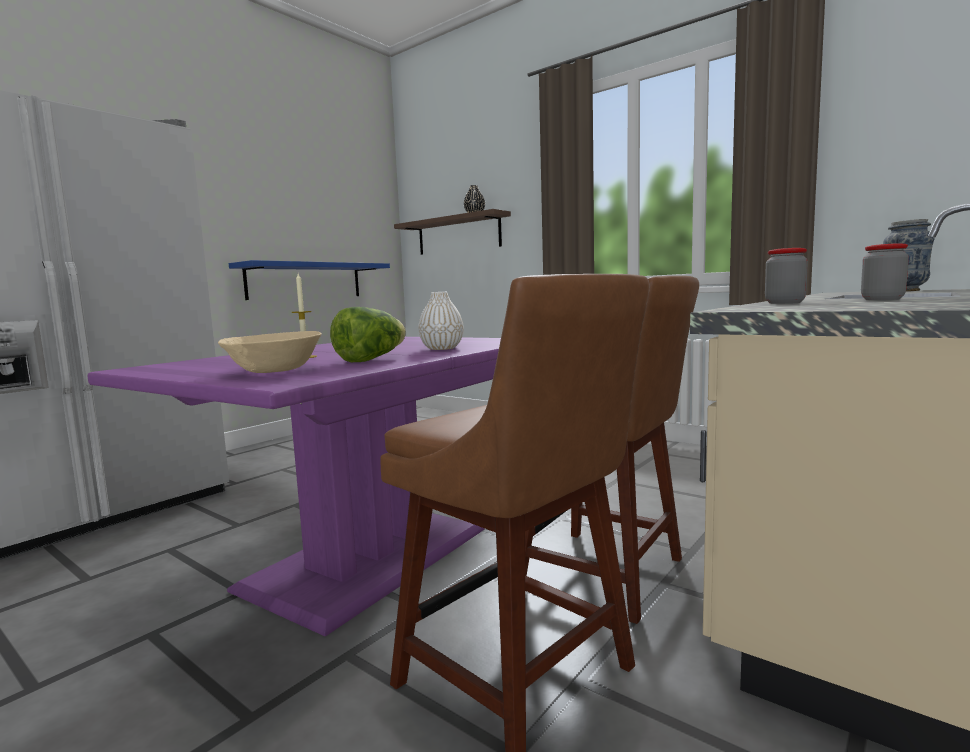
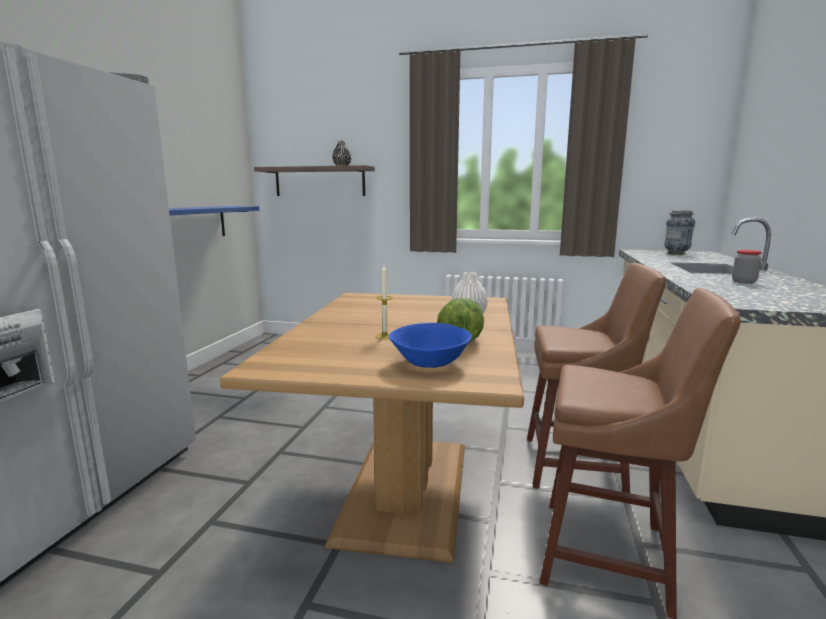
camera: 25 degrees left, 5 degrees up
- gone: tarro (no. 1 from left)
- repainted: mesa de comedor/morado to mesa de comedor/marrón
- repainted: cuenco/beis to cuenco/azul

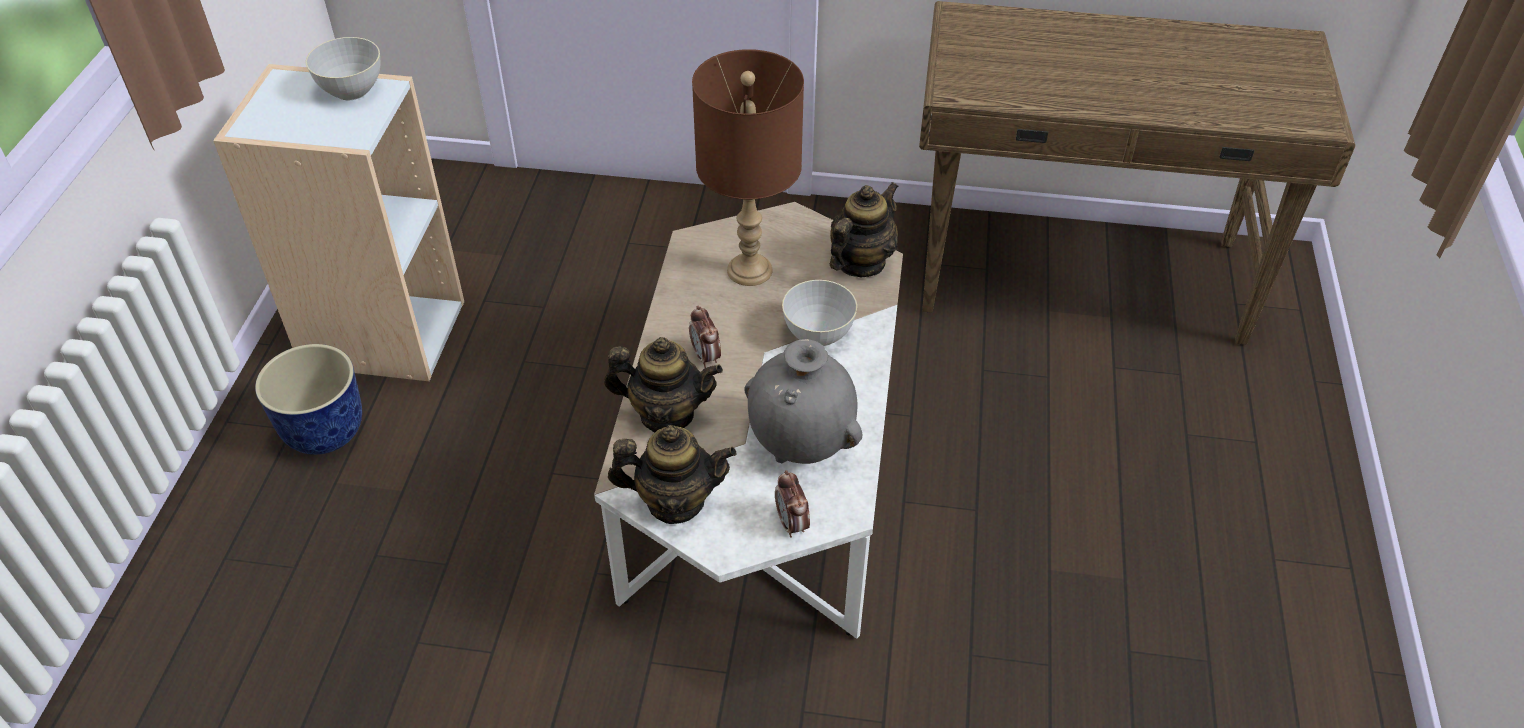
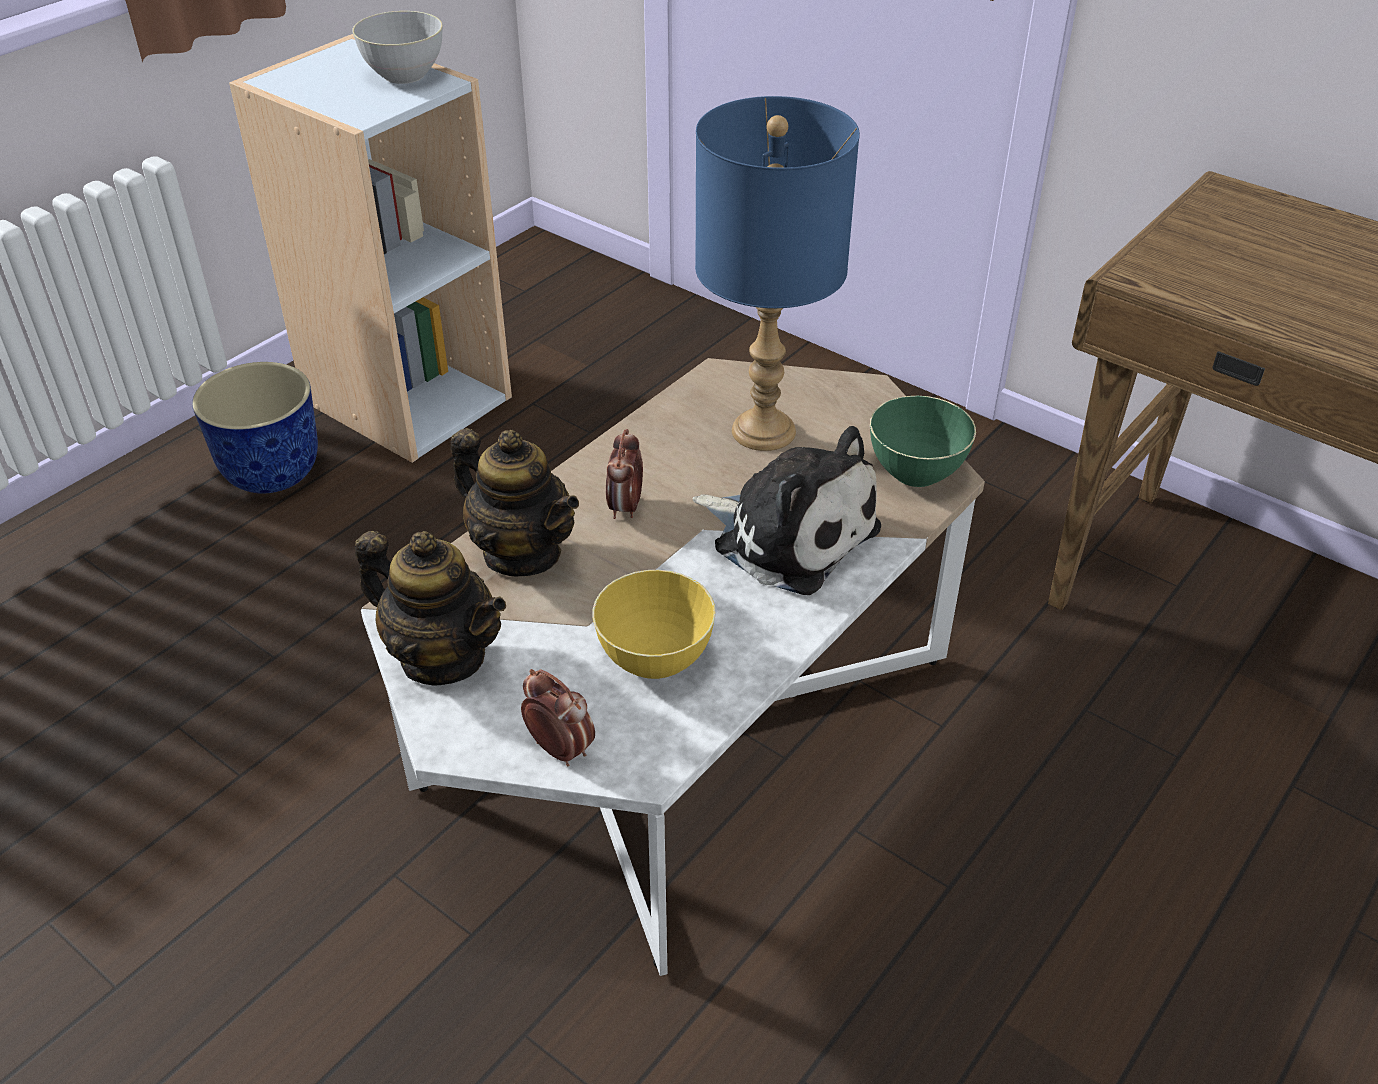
camera: 30 degrees right, 5 degrees down
- swapped: florero/gris to cuenco/amarillo
- swapped: cuenco/gris (no. 2 from left) to peluche
- swapped: tetera (no. 3 from left) to cuenco/verde
- repainted: lámpara de mesa/marrón to lámpara de mesa/azul
- rotated: despertador (no. 2 from left in the first image) 120 degrees clockwise

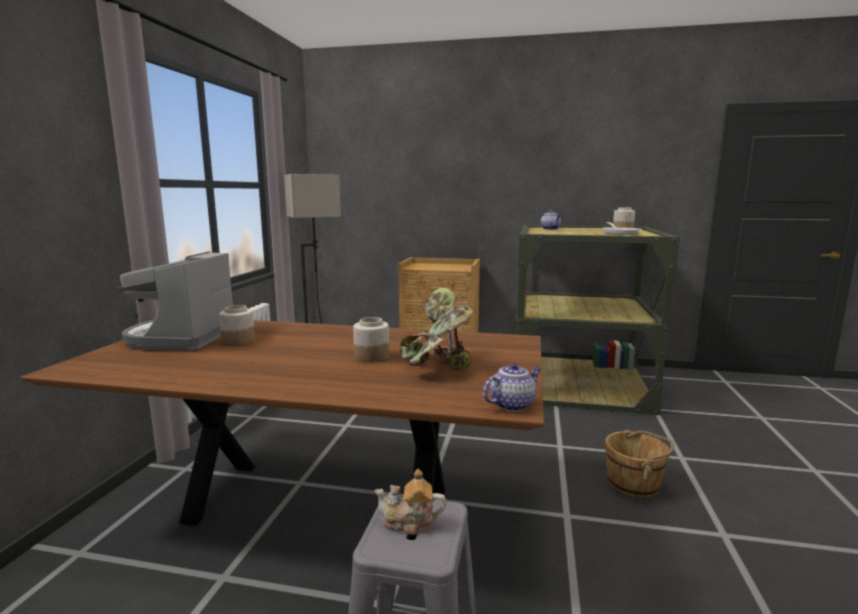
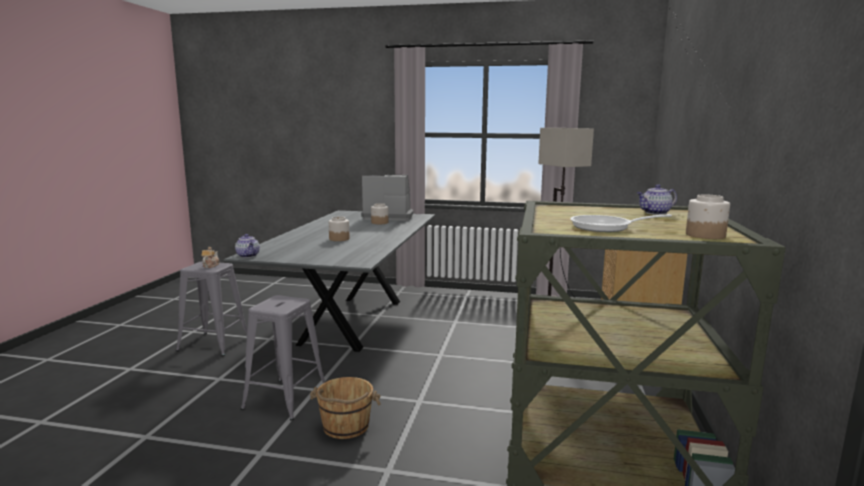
camera: 90 degrees right, 0 degrees up
- gone: planta en maceta
- new: taburete/gris (no. 2 from left)
- repainted: mesa de comedor/marrón to mesa de comedor/gris

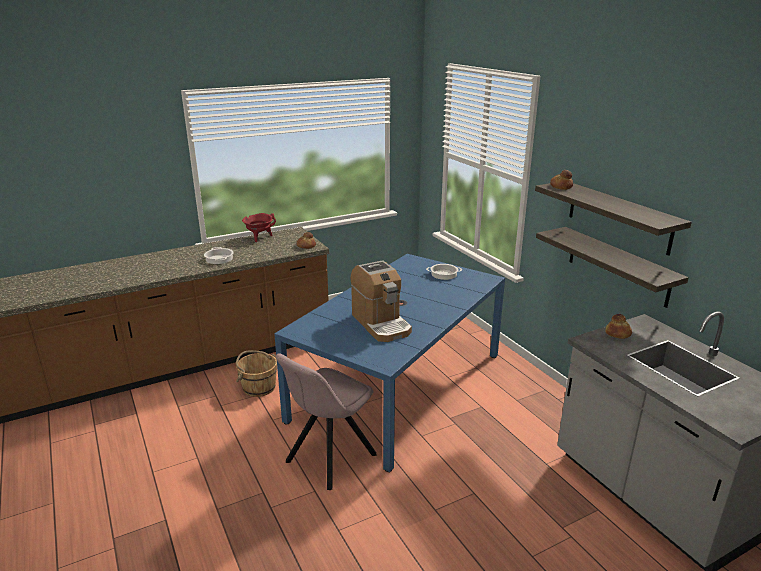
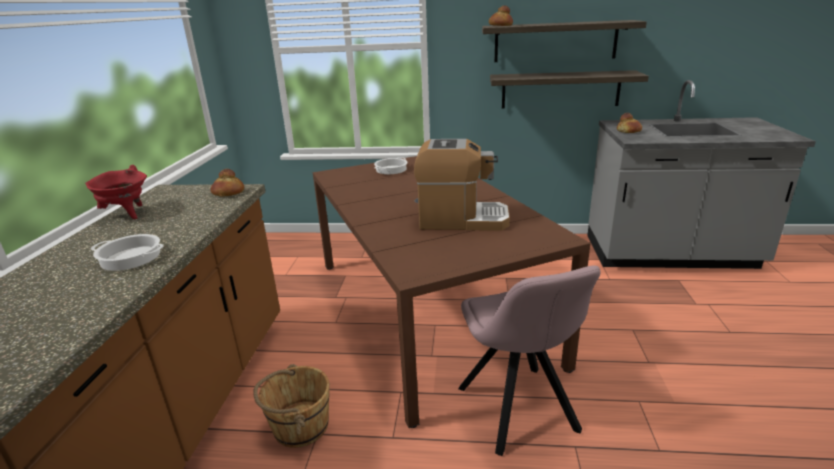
camera: 55 degrees left, 0 degrees up
- repainted: mesa de comedor/azul to mesa de comedor/marrón

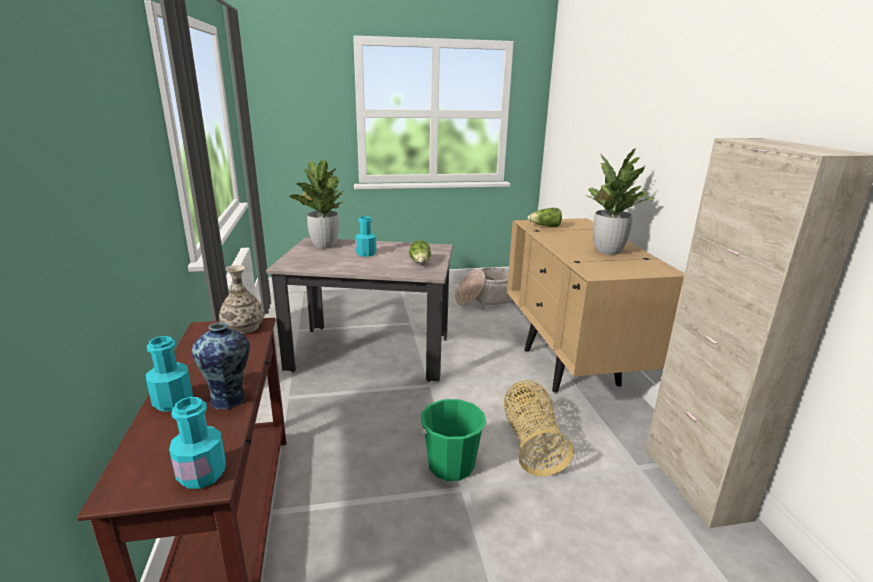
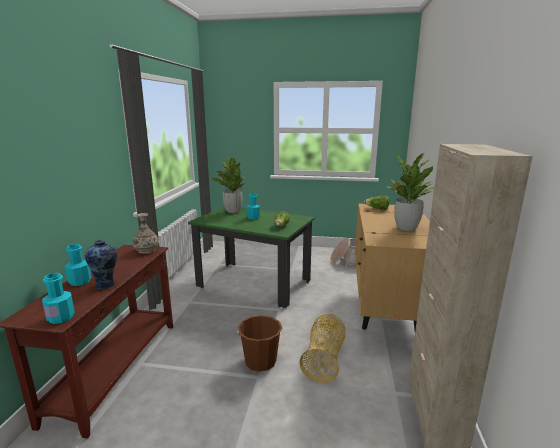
camera: 20 degrees right, 5 degrees down
- repainted: mesa de comedor/beis to mesa de comedor/verde
- repainted: cubo/verde to cubo/marrón

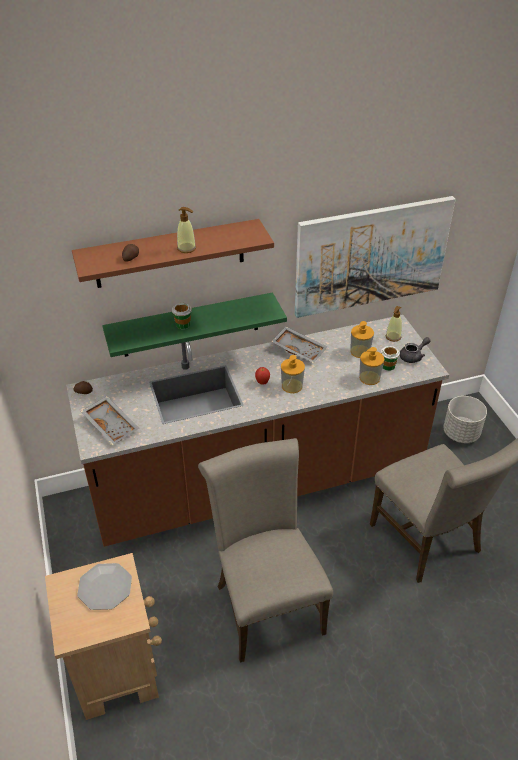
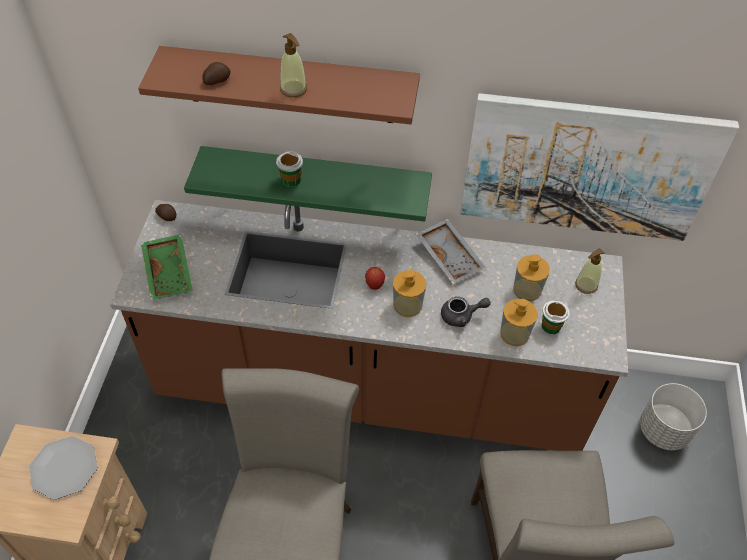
camera: 25 degrees right, 10 degrees up
- shifted: tetera/gris
- repainted: bandeja/gris (no. 1 from left) to bandeja/verde

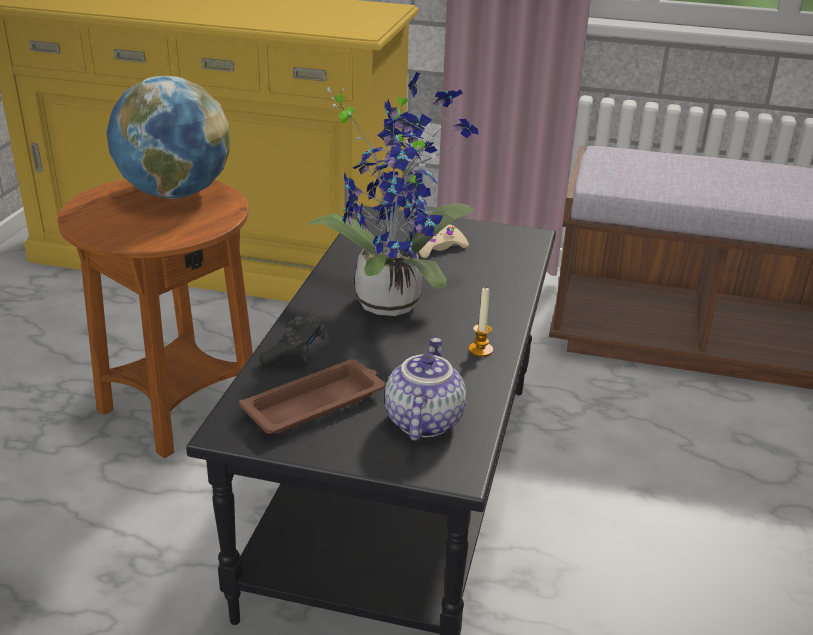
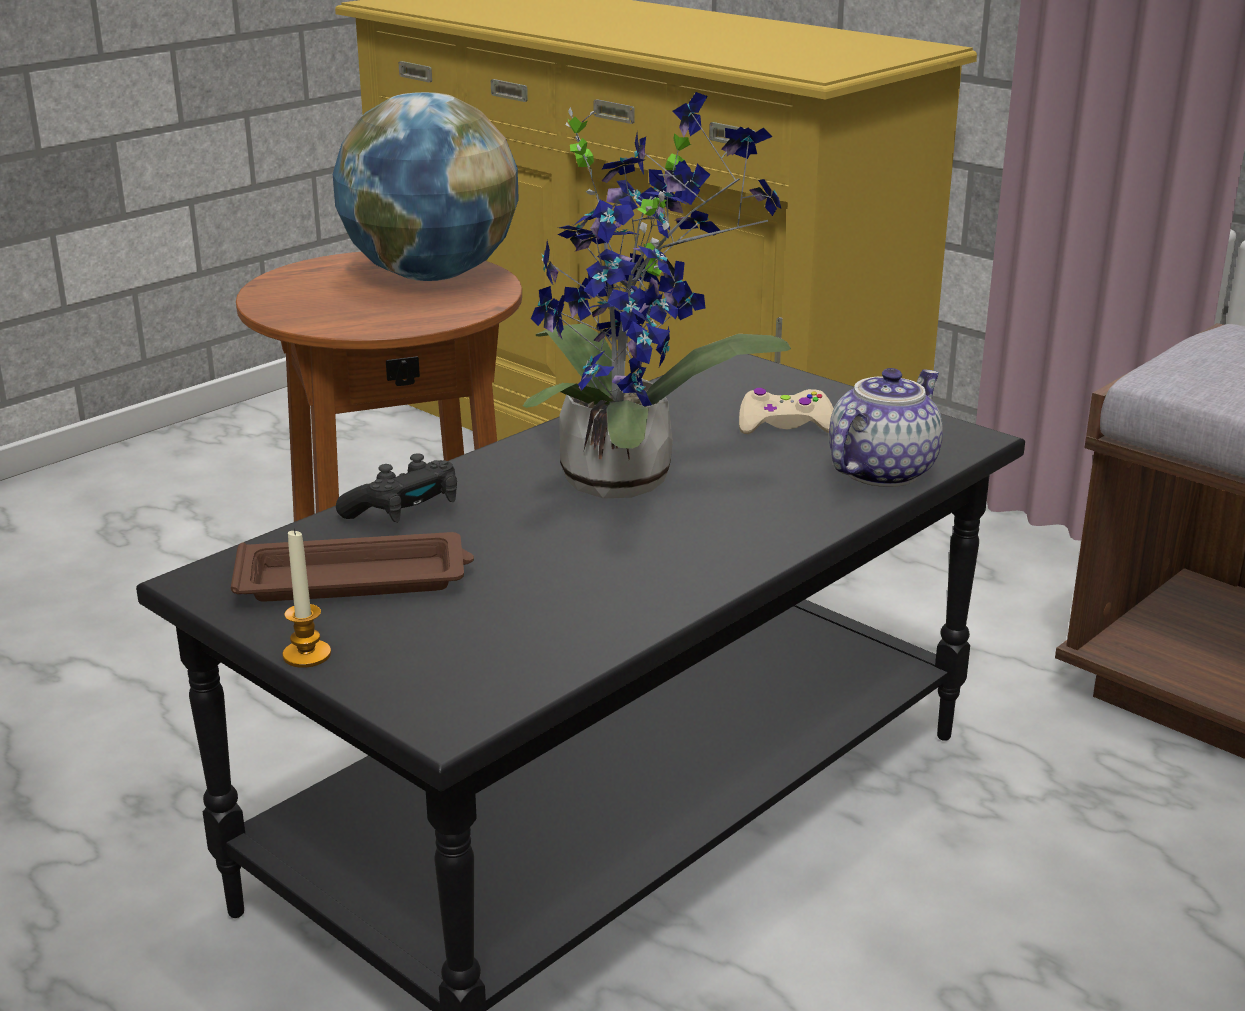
camera: 30 degrees right, 5 degrees down
- shifted: tetera
- shifted: vela

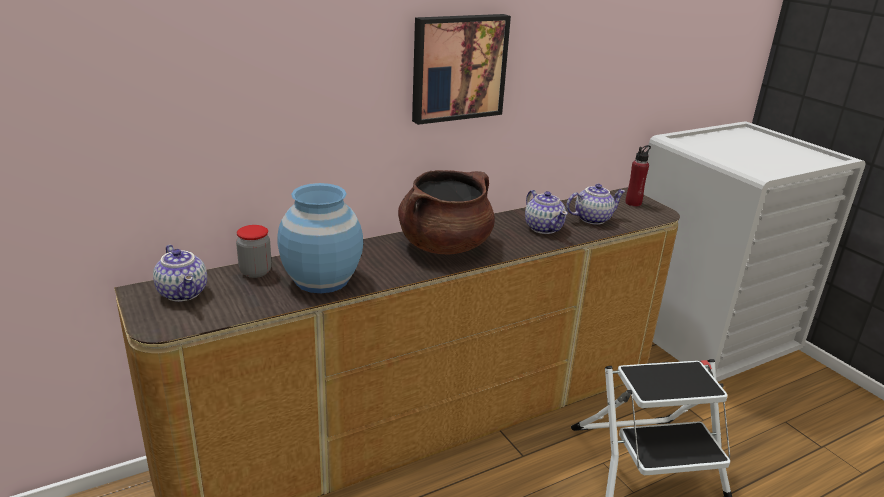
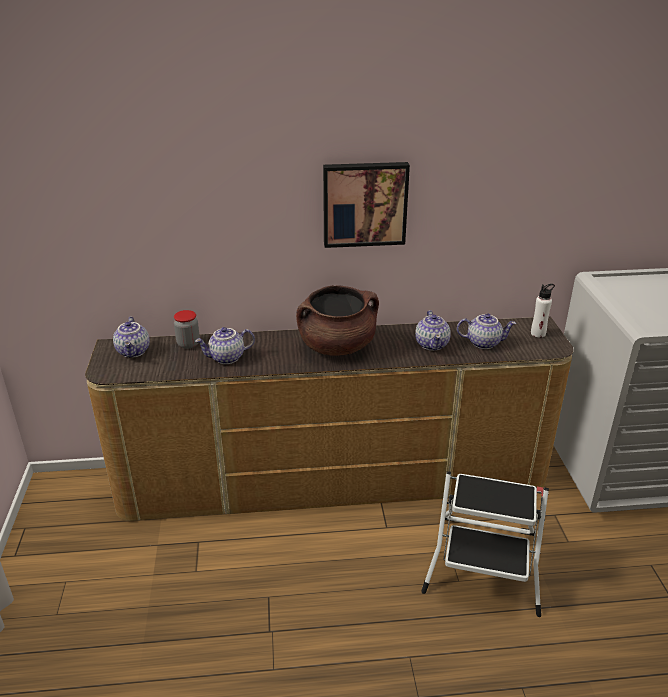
camera: 25 degrees right, 5 degrees up
- swapped: florero/azul to tetera (no. 2 from left)
- repainted: botella/rojo to botella/blanco

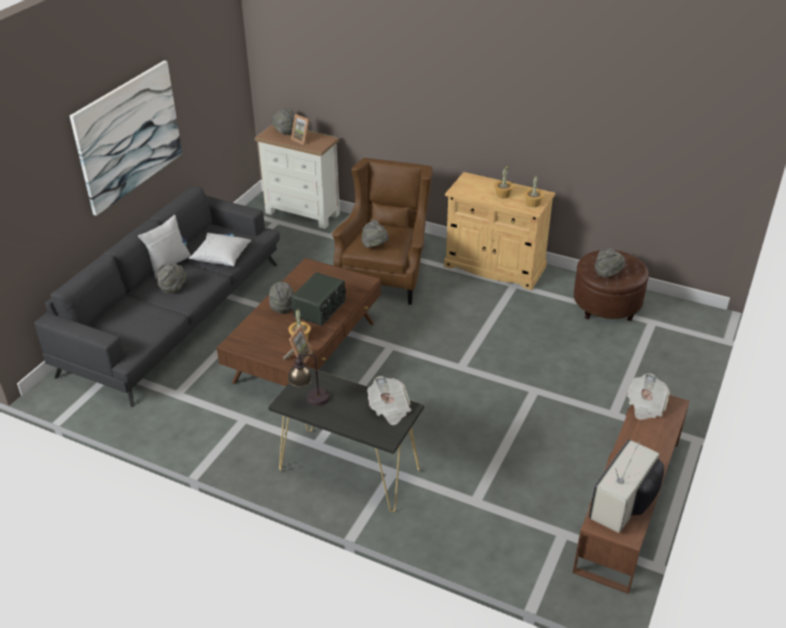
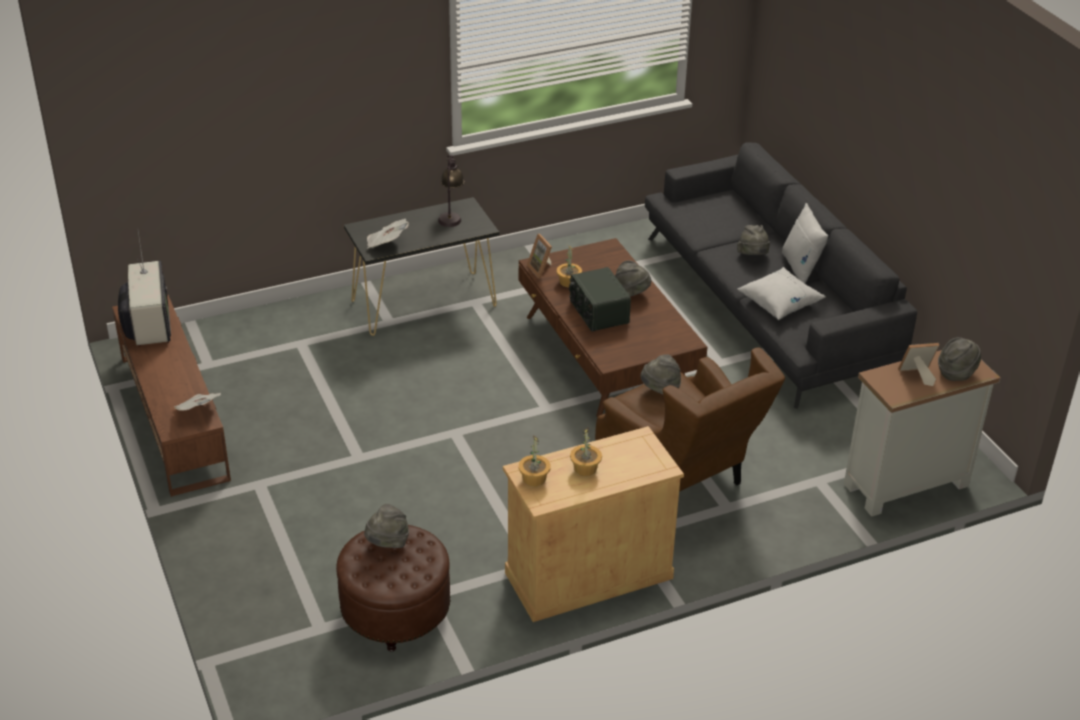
camera: 130 degrees right, 0 degrees up
- gone: cuadro

